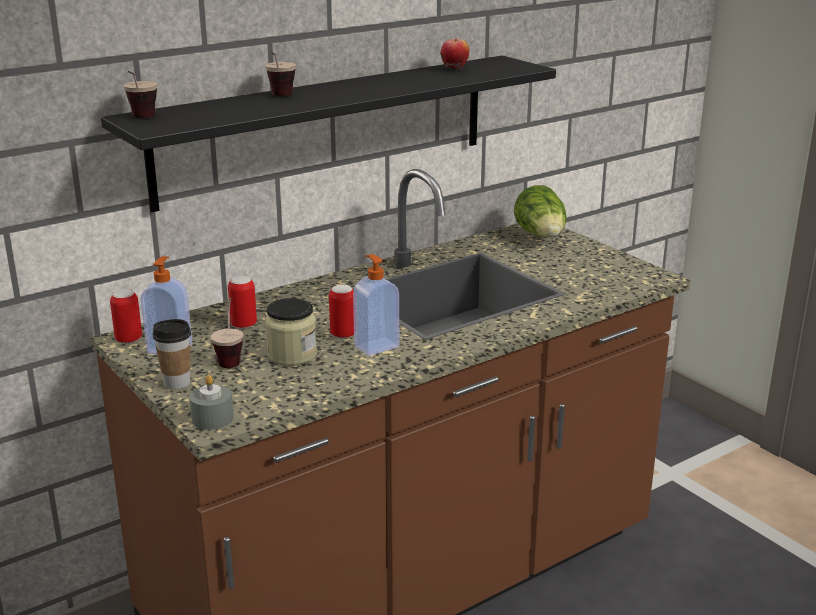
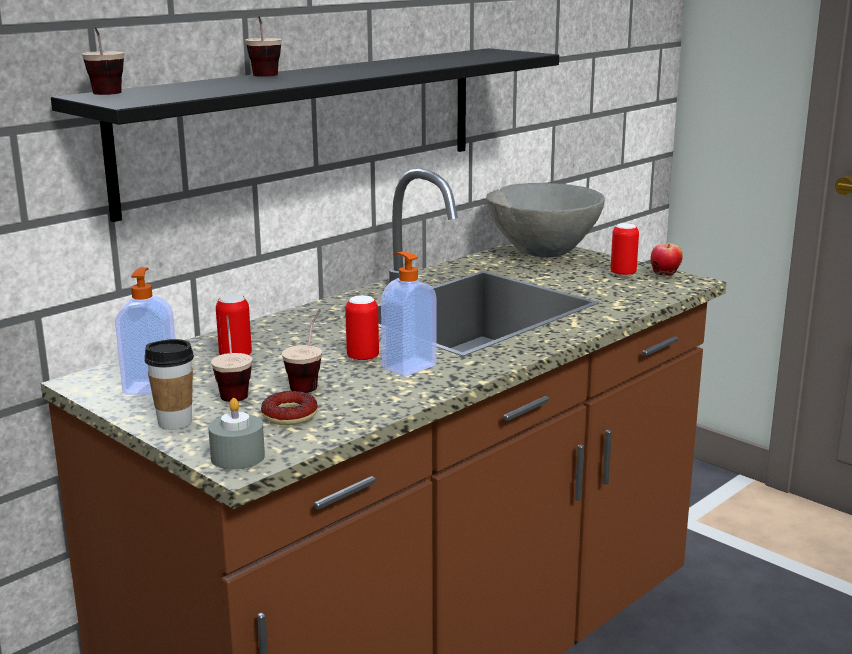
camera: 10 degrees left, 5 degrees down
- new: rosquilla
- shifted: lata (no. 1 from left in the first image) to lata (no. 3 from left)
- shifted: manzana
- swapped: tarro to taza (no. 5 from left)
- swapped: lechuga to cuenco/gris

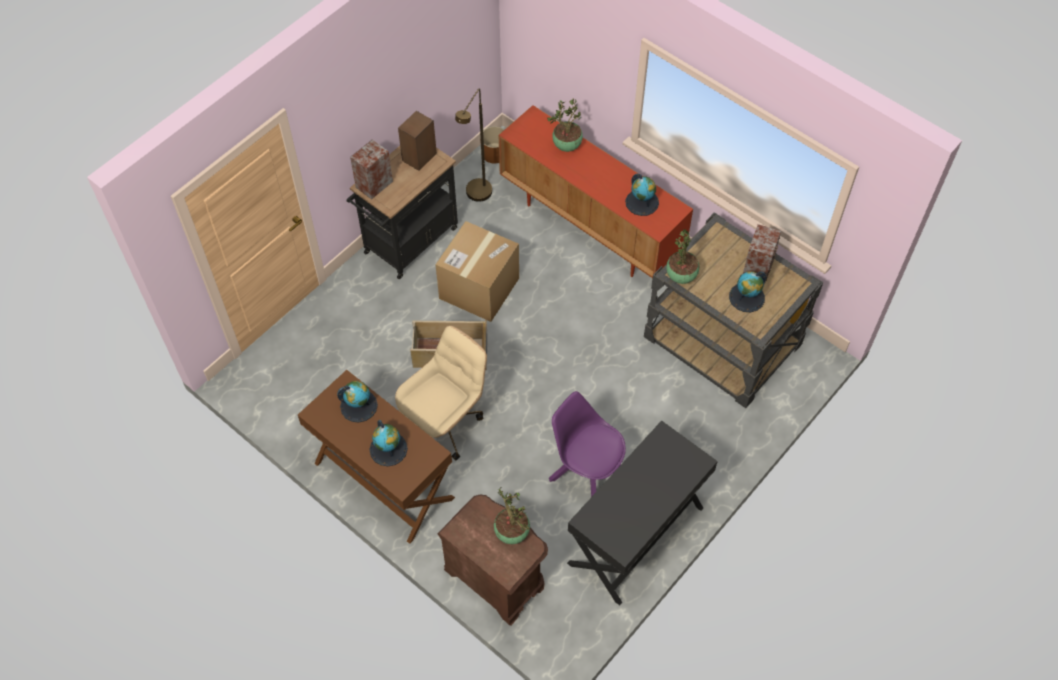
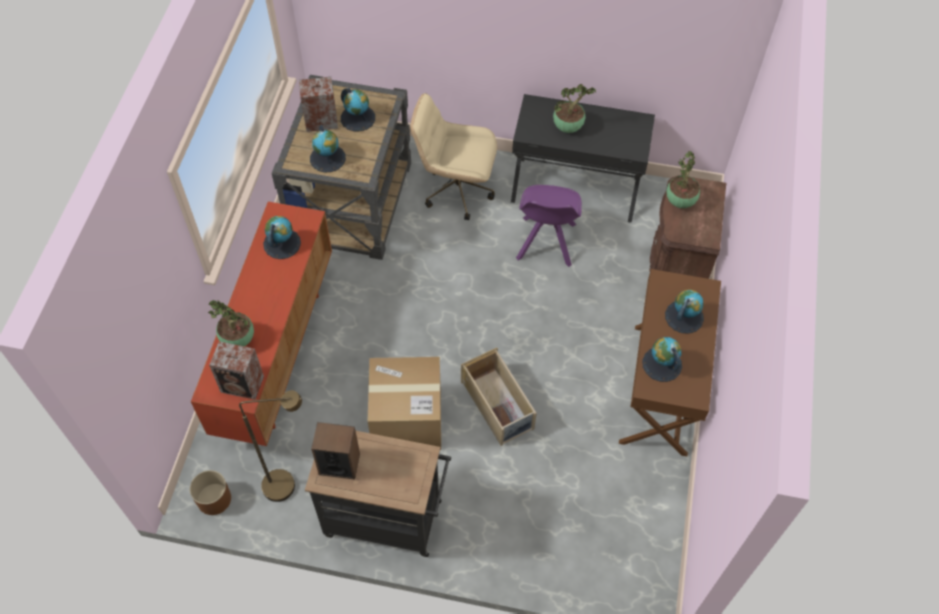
camera: 120 degrees left, 0 degrees up
- new: globo terráqueo (no. 2 from left)
- shifted: altavoz (no. 1 from left)
- shifted: silla de oficina/beis
- shifted: planta en maceta (no. 3 from left in the first image) to planta en maceta (no. 2 from left)

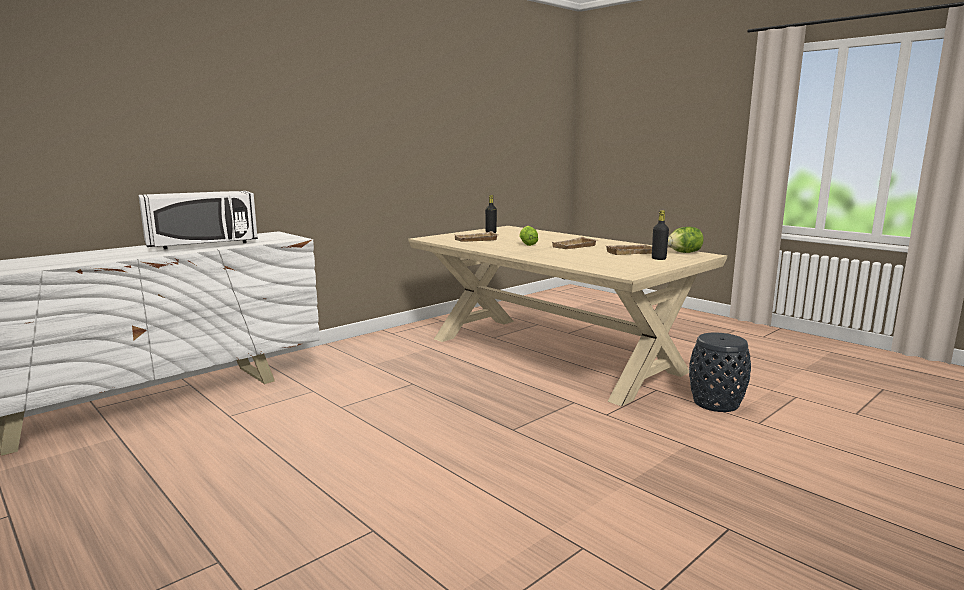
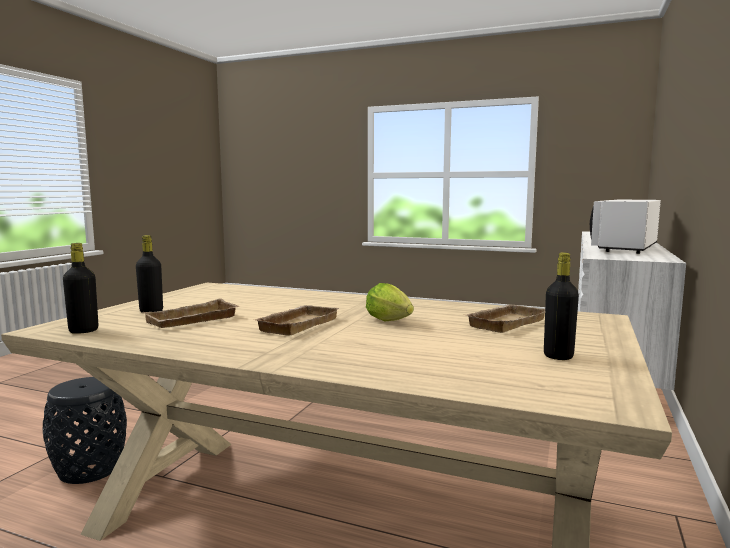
camera: 155 degrees right, 5 degrees down
- swapped: lechuga (no. 2 from left) to botella/negro (no. 1 from left)

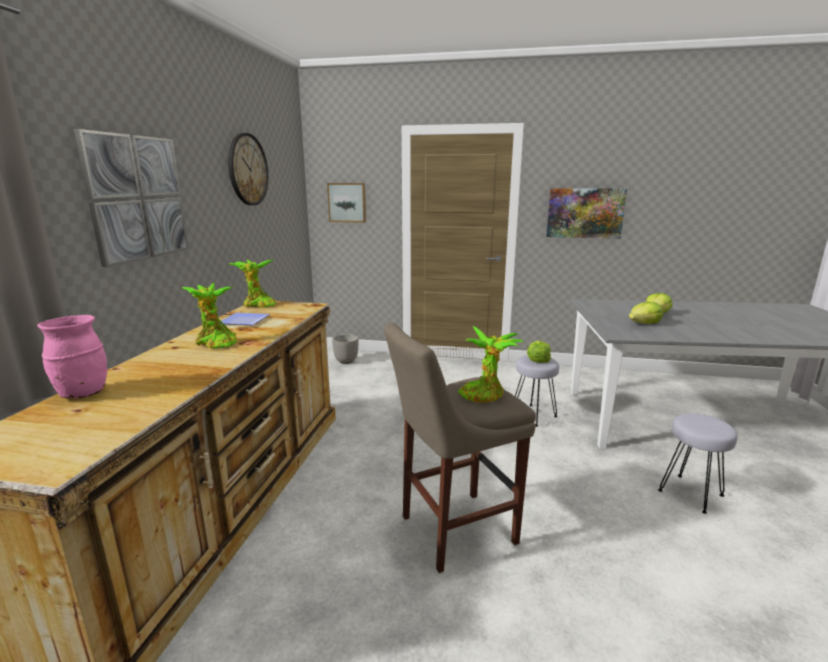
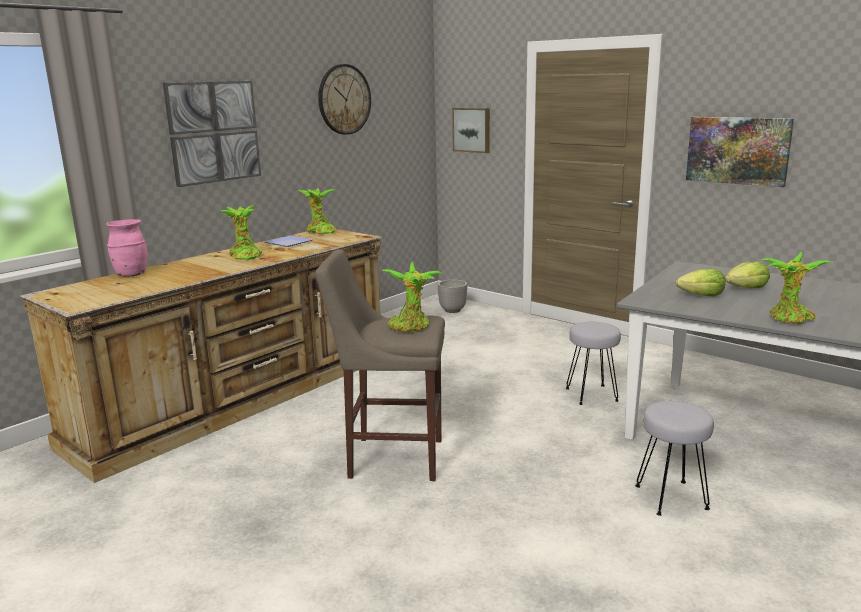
camera: 30 degrees right, 0 degrees up
- gone: lechuga (no. 1 from left)
- new: planta en maceta (no. 4 from left)

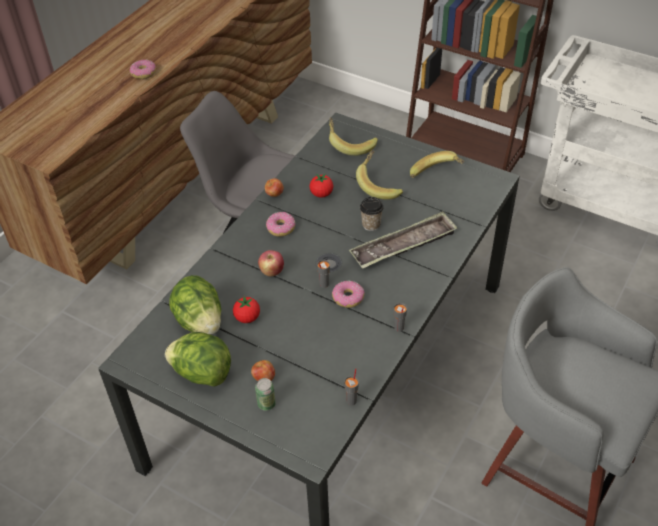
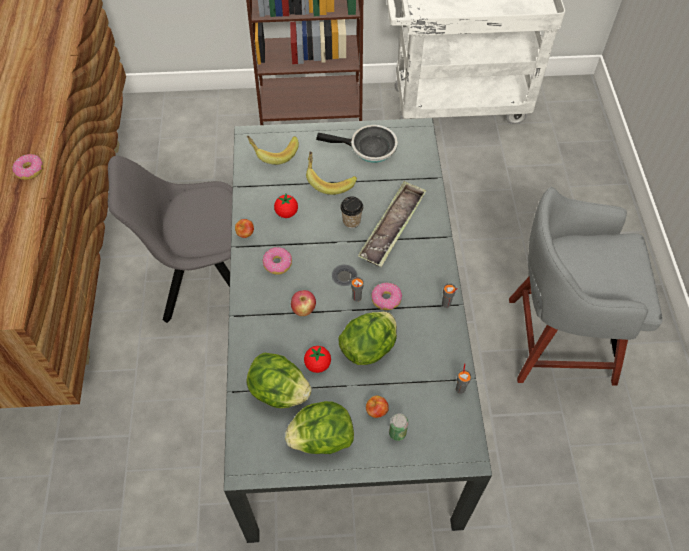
camera: 35 degrees left, 10 degrees up
- new: lechuga (no. 3 from left)
- swapped: plátano (no. 3 from left) to sartén

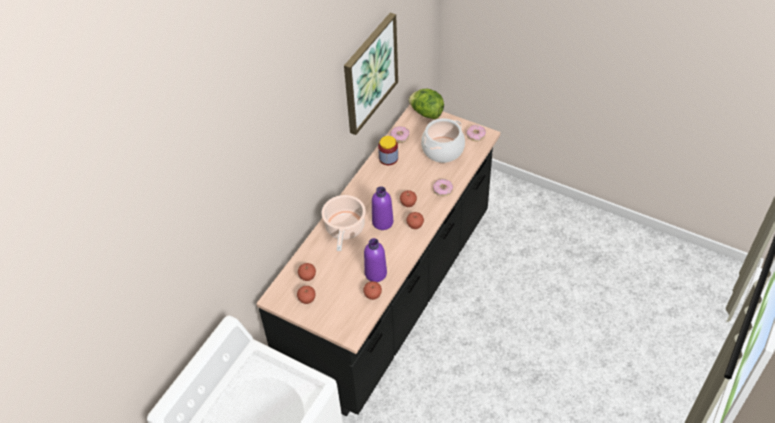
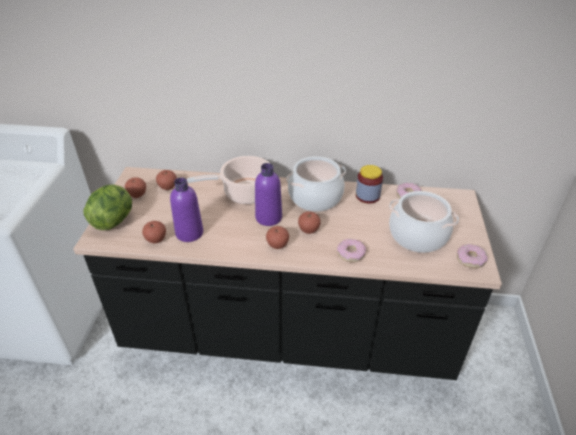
camera: 65 degrees right, 10 degrees down
- gone: cuadro
- new: olla (no. 2 from left)
- shifted: lechuga

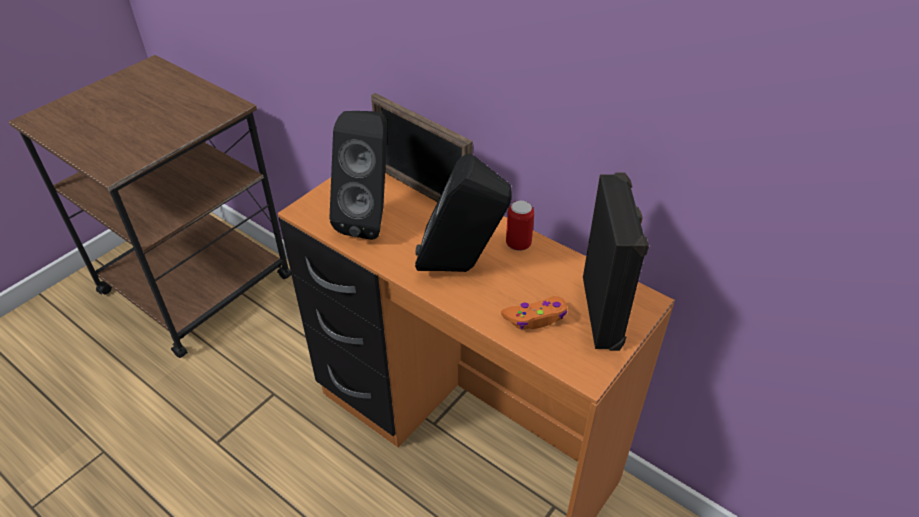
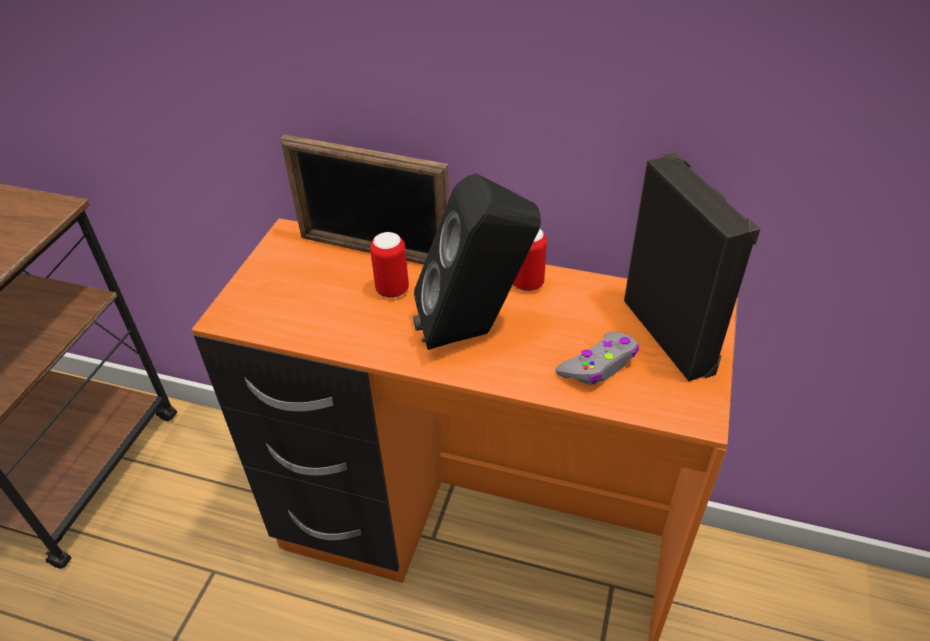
camera: 20 degrees left, 0 degrees up
- gone: altavoz/negro (no. 1 from left)
- new: lata (no. 1 from left)
- repainted: mando de consola/naranja to mando de consola/gris

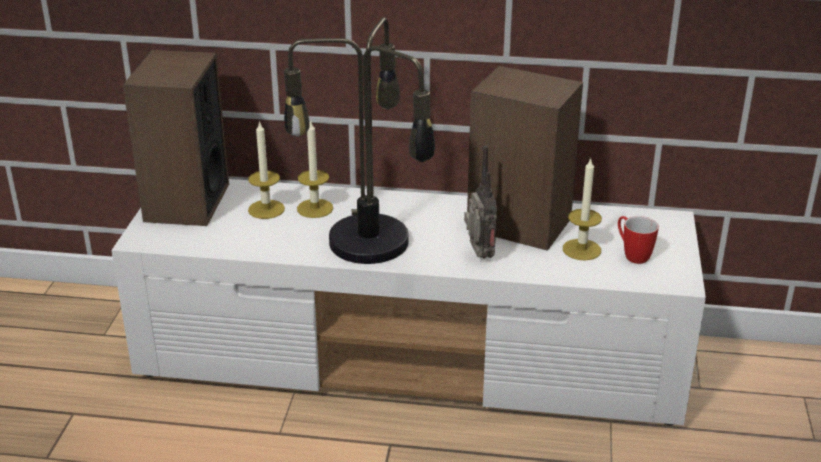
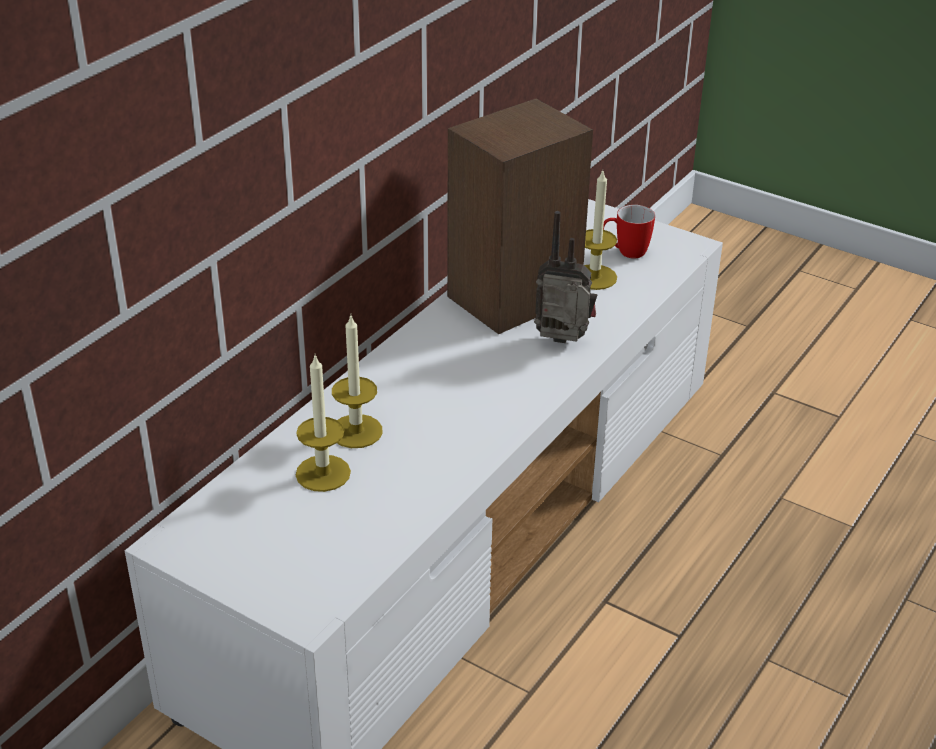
camera: 65 degrees left, 5 degrees up
- gone: altavoz (no. 1 from left)
- gone: lámpara de mesa

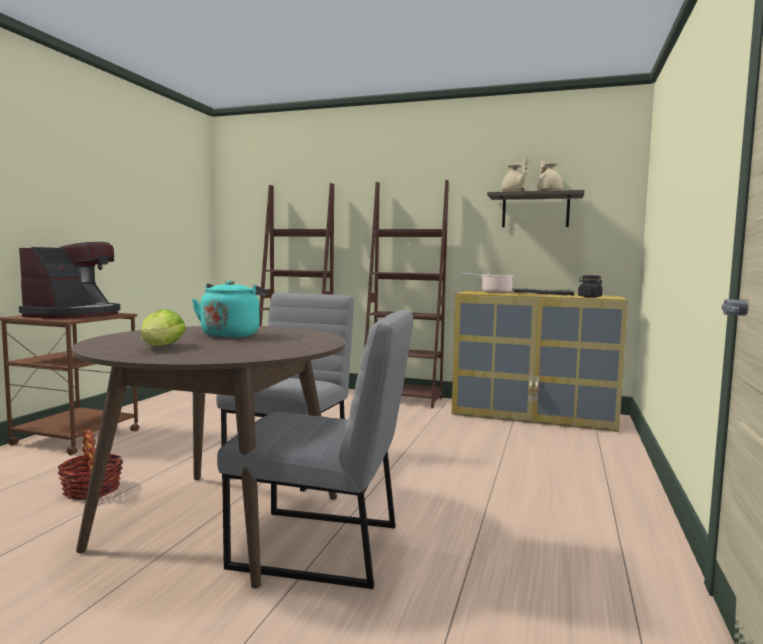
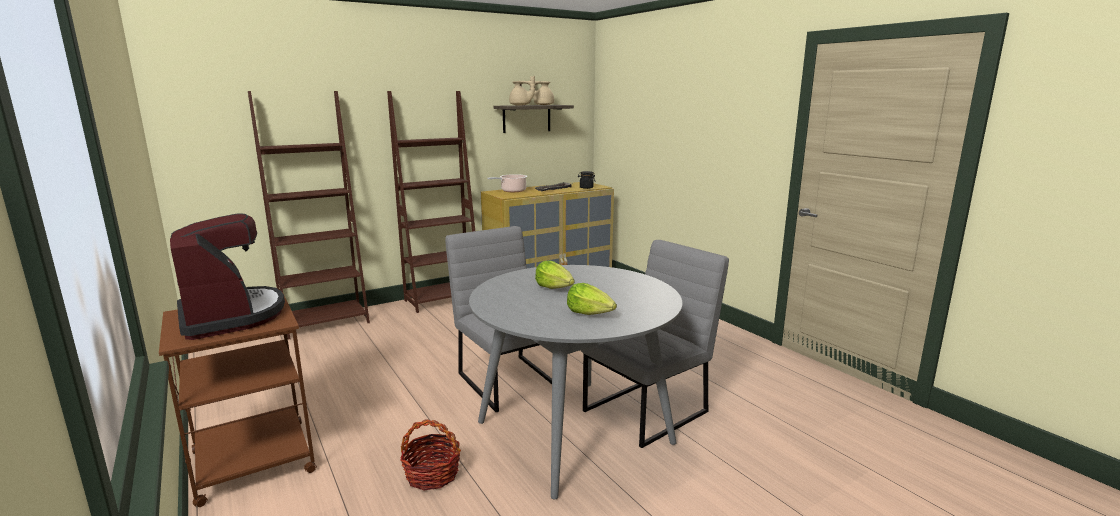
camera: 50 degrees left, 10 degrees up
- swapped: hervidor/turquesa to lechuga (no. 1 from left)
- repainted: mesa de comedor/marrón to mesa de comedor/gris

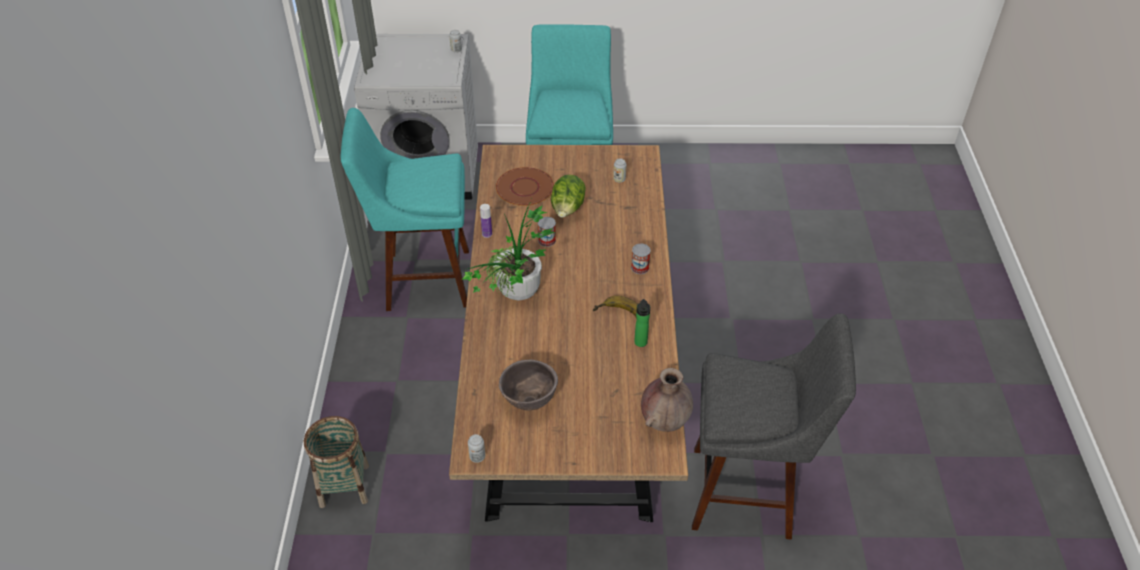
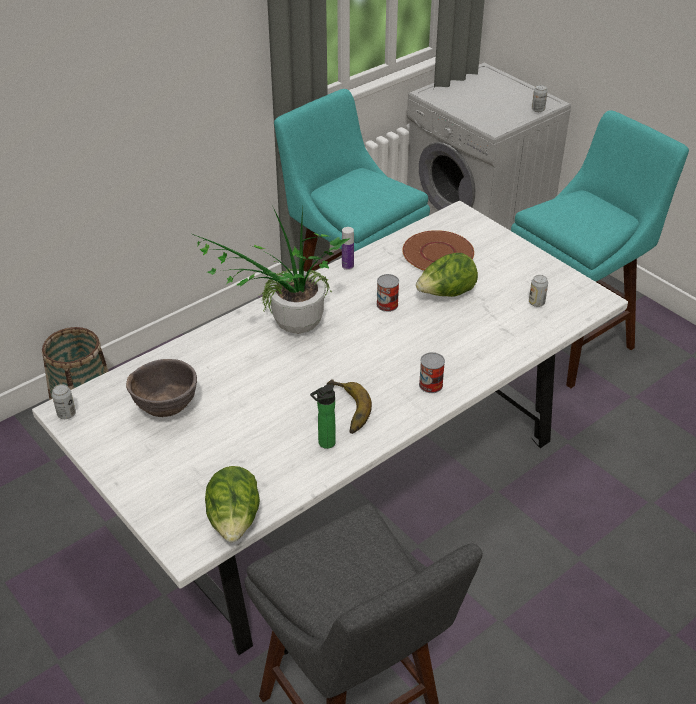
camera: 50 degrees right, 5 degrees down
- swapped: florero/marrón to lechuga (no. 1 from left)
- repainted: mesa de comedor/marrón to mesa de comedor/blanco

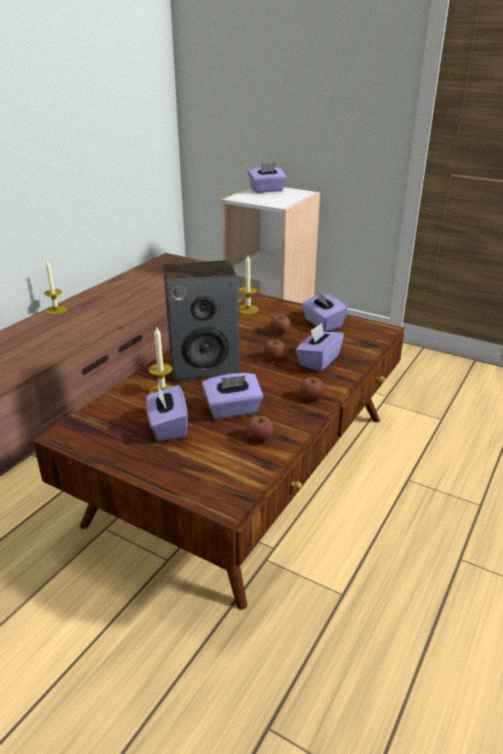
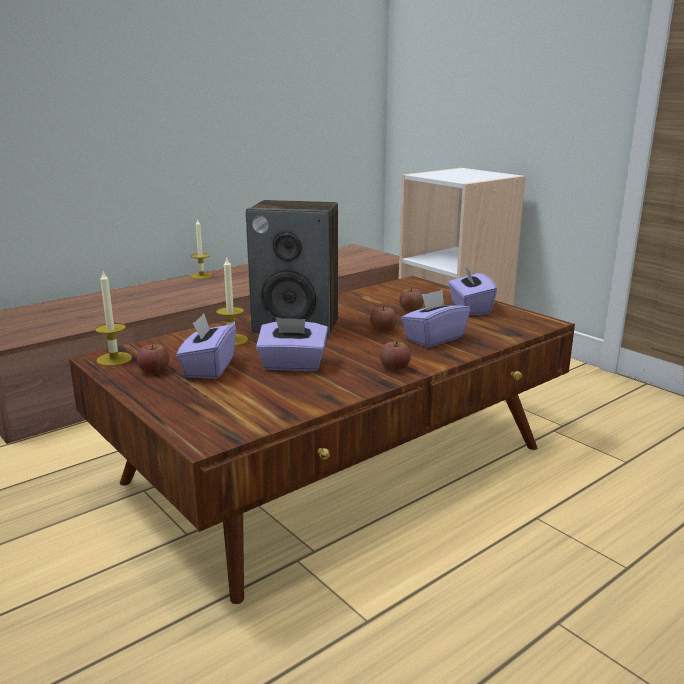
camera: 20 degrees right, 10 degrees down
- gone: caja de pañuelos/morado (no. 3 from left)
- shifted: vela (no. 3 from left in the first image) to vela (no. 1 from left)
- shifted: manzana (no. 1 from left)

